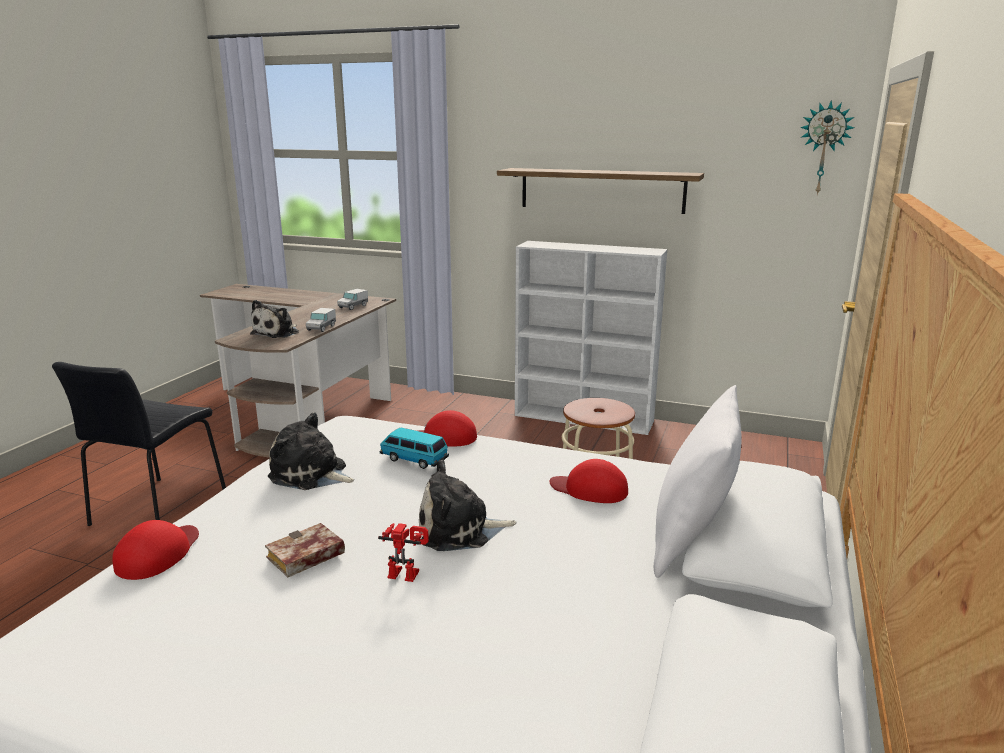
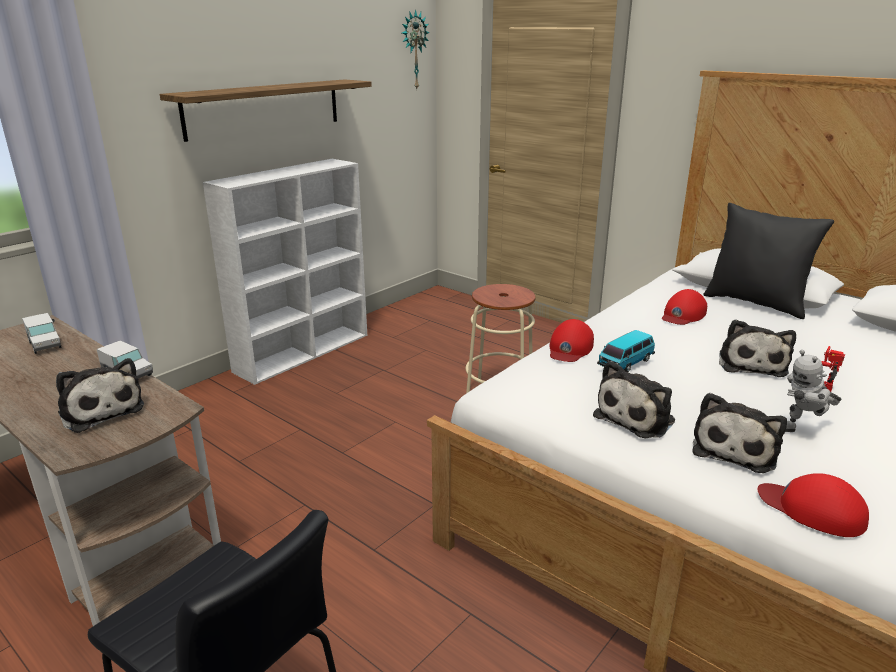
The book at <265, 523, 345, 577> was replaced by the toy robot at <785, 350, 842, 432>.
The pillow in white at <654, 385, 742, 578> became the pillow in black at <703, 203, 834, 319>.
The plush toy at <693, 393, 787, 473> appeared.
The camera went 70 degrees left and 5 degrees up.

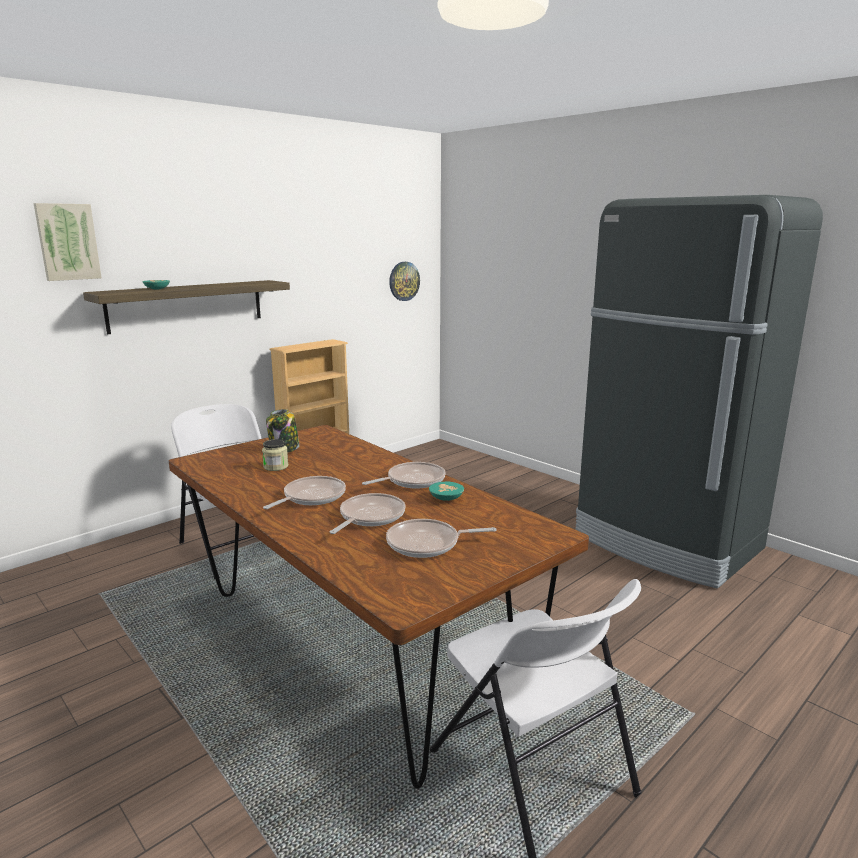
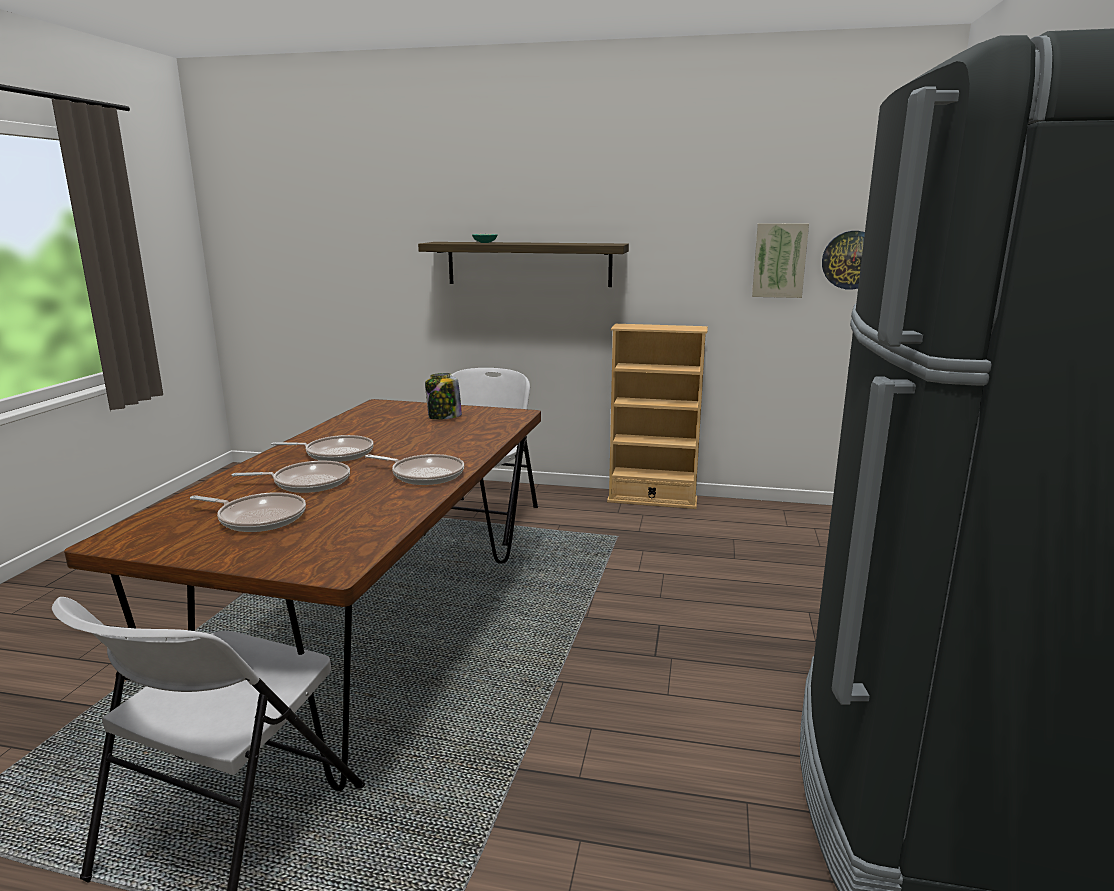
The picture moved from <34, 203, 102, 281> to <752, 223, 809, 298>.
The jar at <262, 439, 288, 471> disappeared.
The frying pan at <386, 519, 496, 558> turned 150 degrees clockwise.
The bowl in turquoise at <429, 482, 464, 501> disappeared.
The camera went 55 degrees right and 0 degrees up.

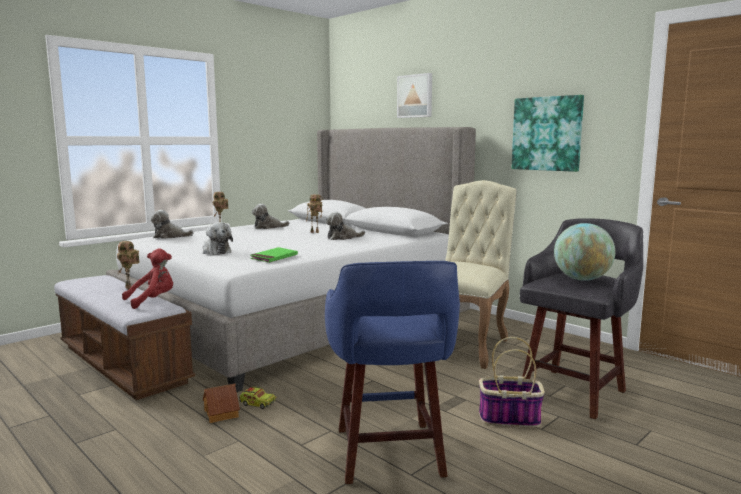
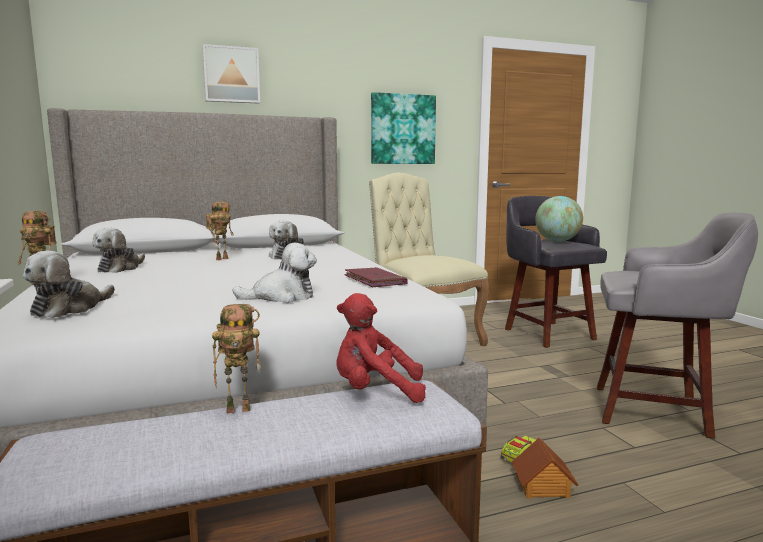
The plush toy in red at <122, 248, 173, 309> turned 75 degrees counterclockwise.
The book in green at <250, 247, 298, 263> became the book in red at <344, 267, 408, 287>.
The stool in blue at <325, 261, 460, 484> became the stool in grey at <597, 213, 758, 438>.
The basket at <479, 337, 545, 428> disappeared.
The camera went 65 degrees left and 0 degrees up.

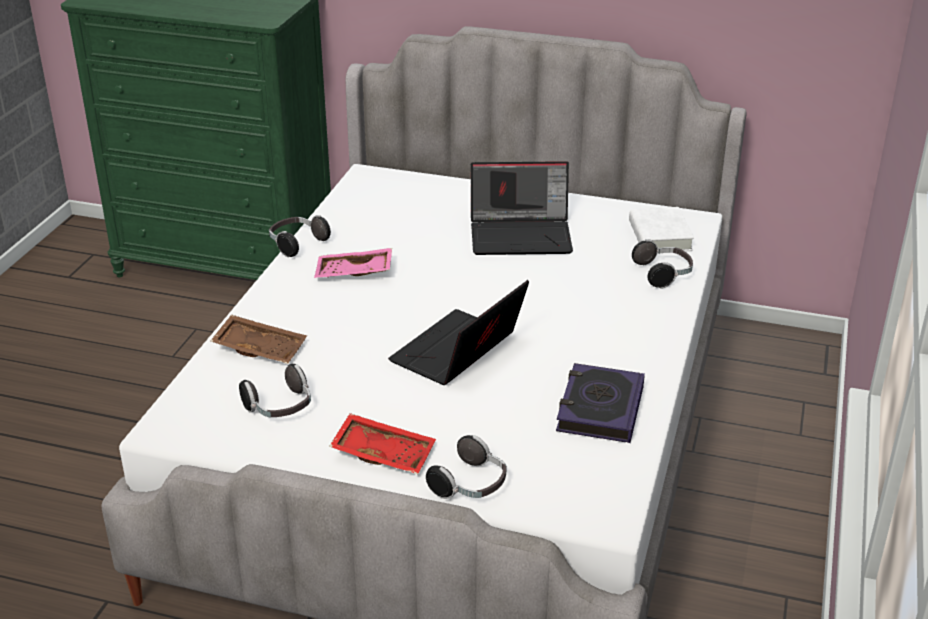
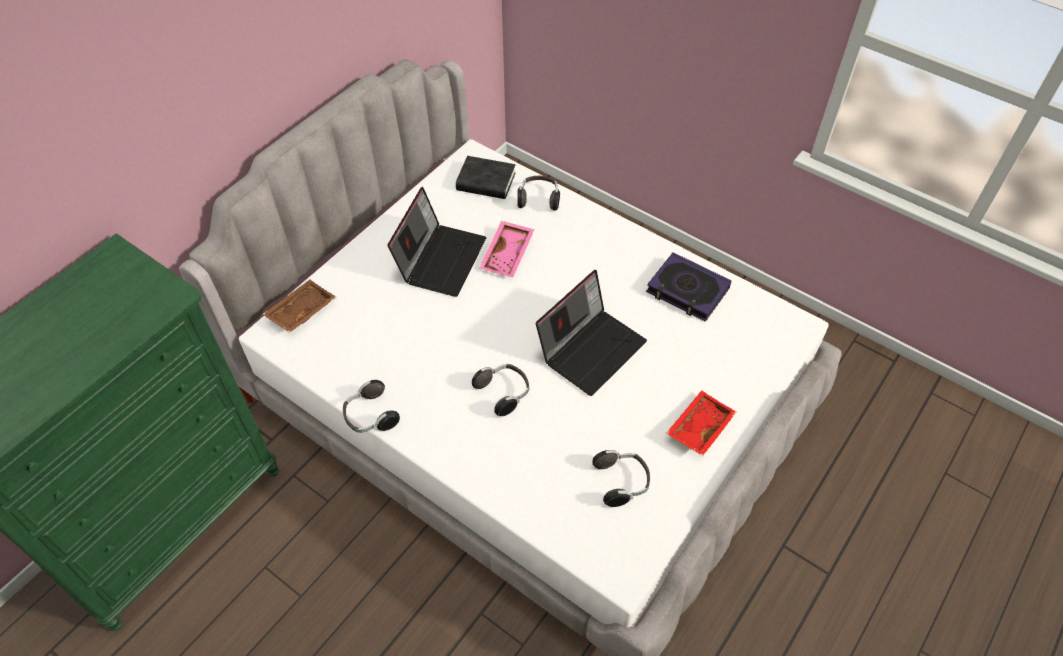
The tray in brown moved from <211, 315, 307, 364> to <263, 280, 336, 333>.
The tray in pink moved from <314, 248, 392, 278> to <479, 221, 535, 277>.
The laptop at <388, 280, 529, 385> turned 105 degrees counterclockwise.
The headphones moved from <426, 435, 507, 499> to <472, 364, 529, 416>.
The book in white at <629, 207, 694, 251> became the book in black at <456, 156, 515, 199>.
The camera went 70 degrees left and 20 degrees up.

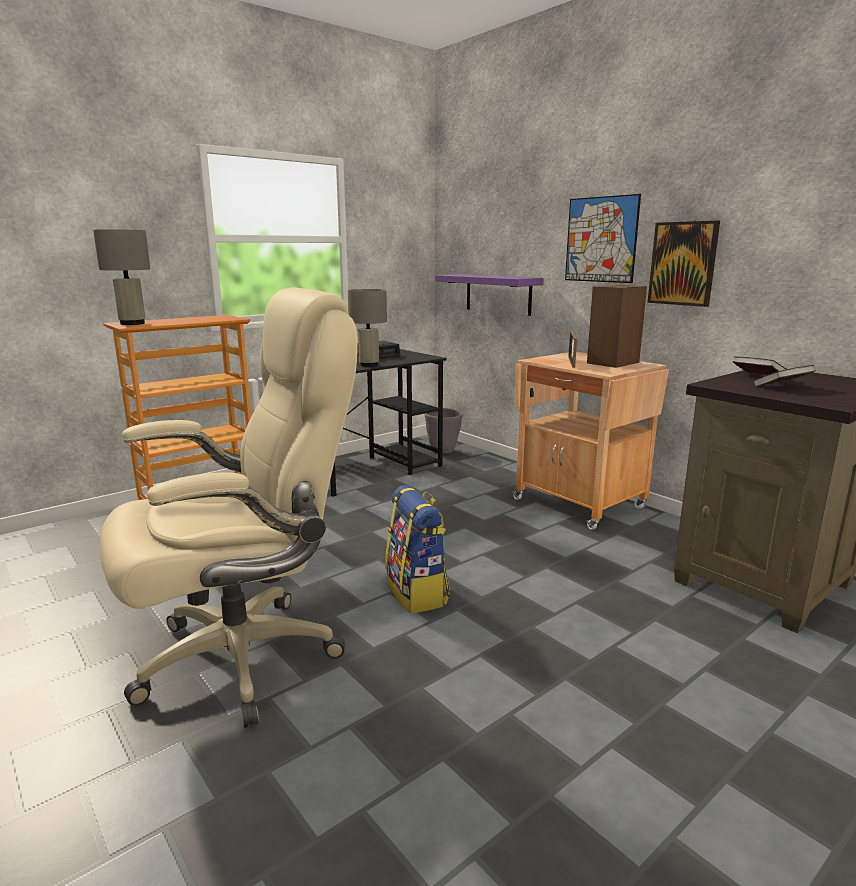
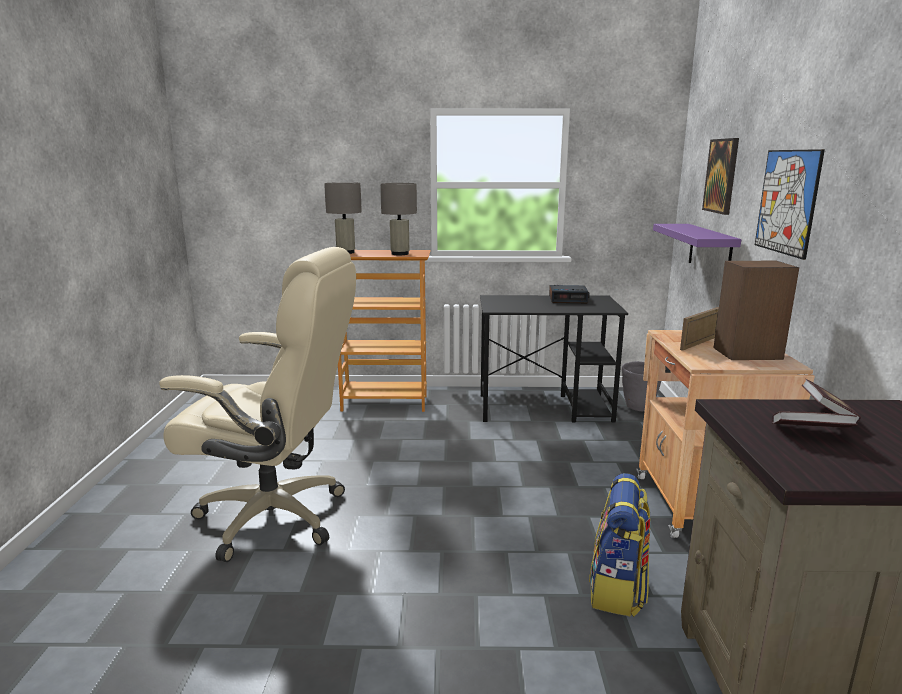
The table lamp in grey moved from <348, 289, 387, 367> to <380, 183, 417, 255>.
The backpack moved from <385, 485, 450, 614> to <589, 473, 651, 617>.
The picture moved from <647, 221, 720, 307> to <702, 138, 739, 215>.
The camera went 40 degrees right and 0 degrees up.

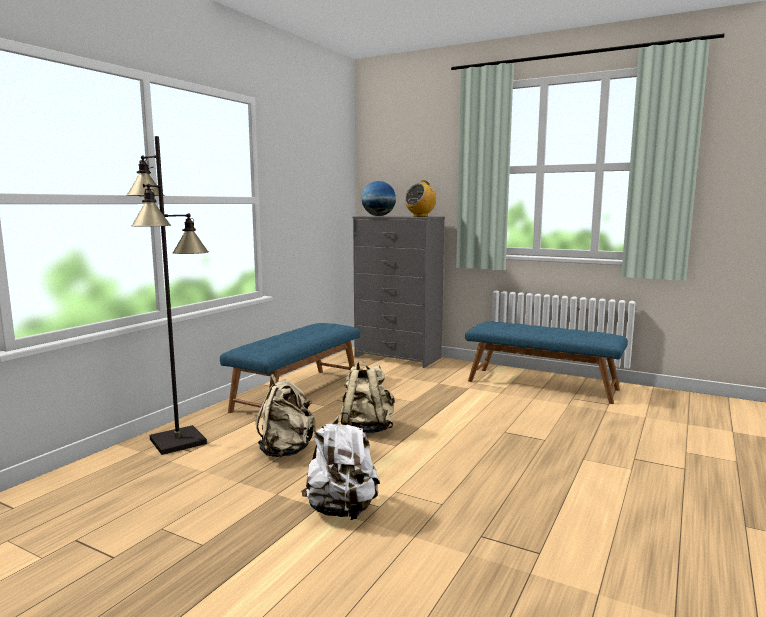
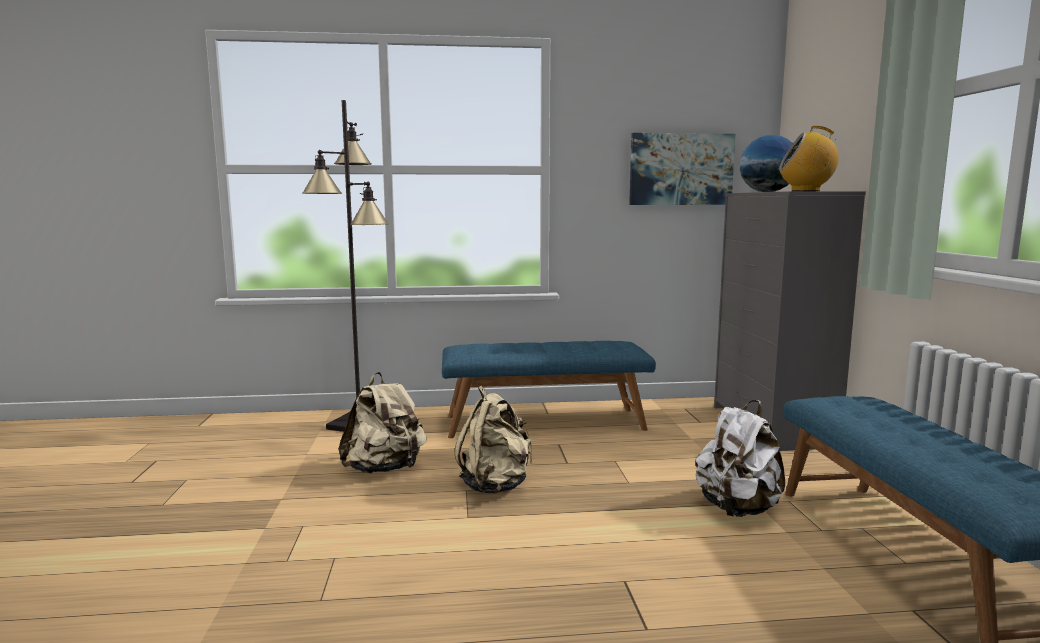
The backpack in white moved from <301, 412, 380, 520> to <695, 400, 785, 517>.
The picture at <629, 133, 735, 205> appeared.
The camera went 55 degrees right and 0 degrees up.

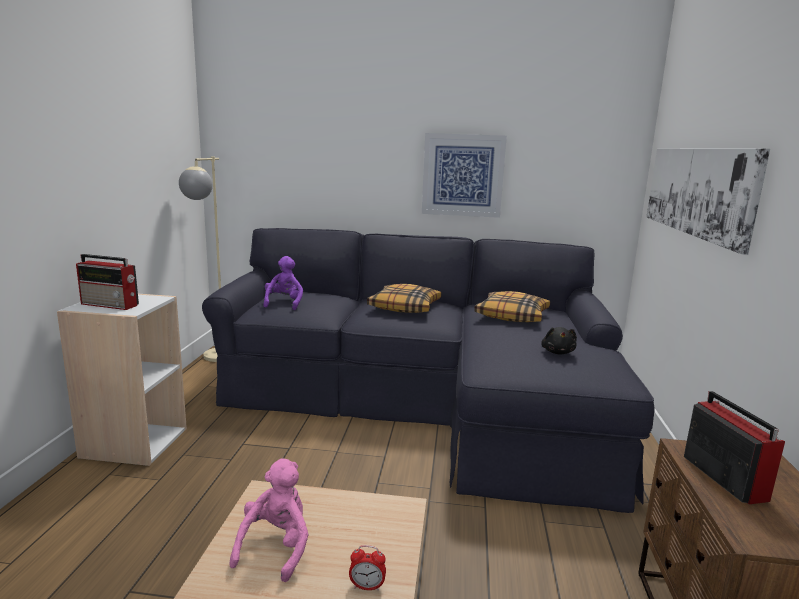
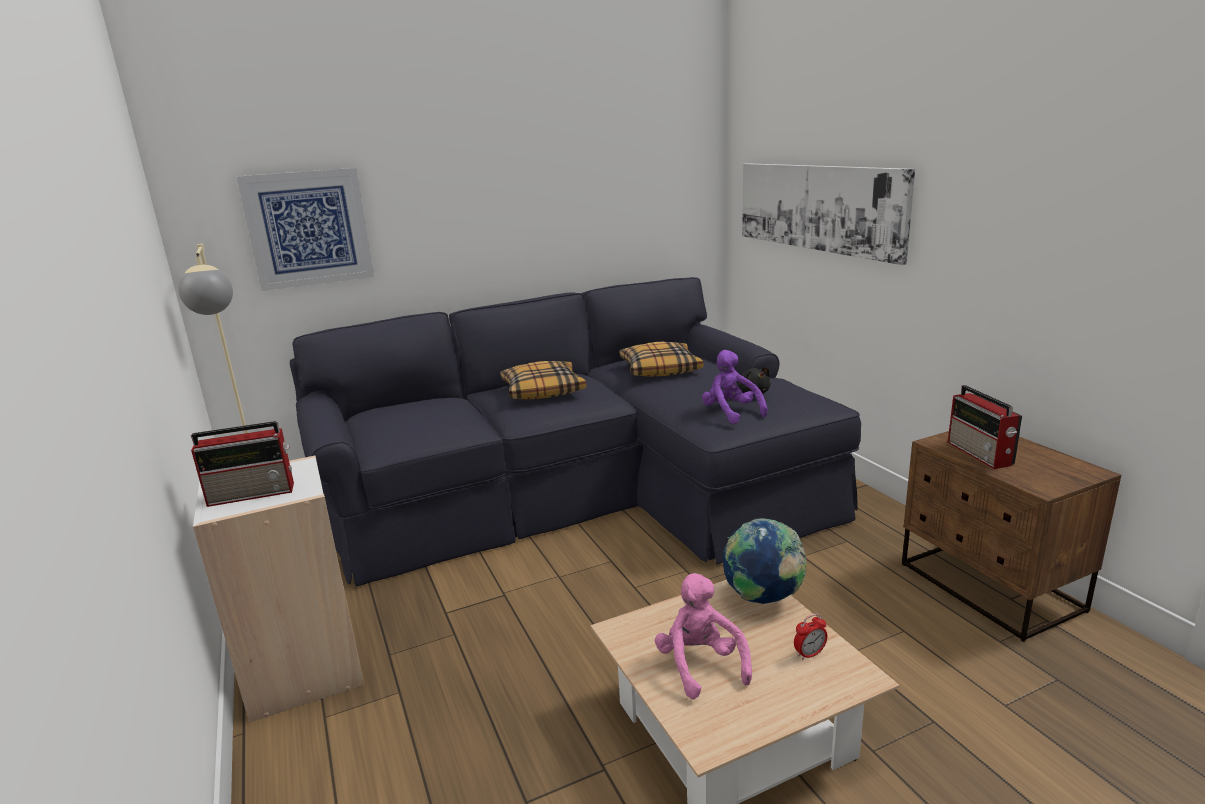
The plush toy in purple moved from <263, 256, 303, 310> to <702, 350, 768, 424>.
The picture moved from <422, 133, 507, 218> to <237, 168, 374, 291>.
The radio at <684, 391, 785, 504> turned 150 degrees counterclockwise.
The globe at <722, 518, 807, 604> appeared.
The camera went 30 degrees left and 5 degrees up.

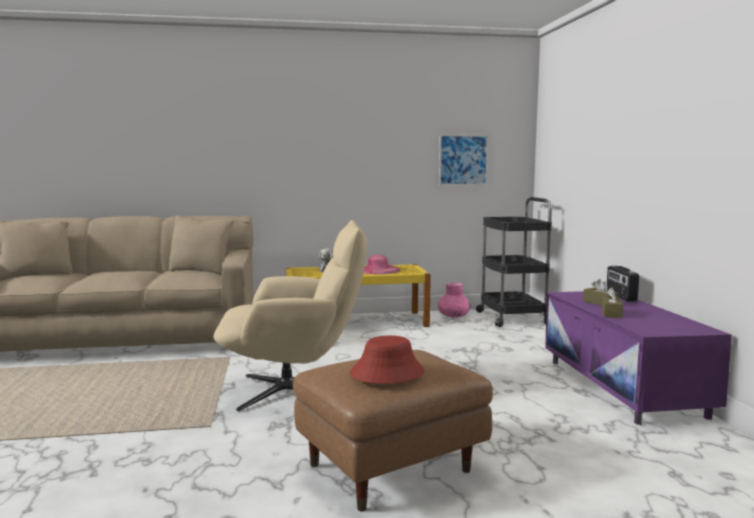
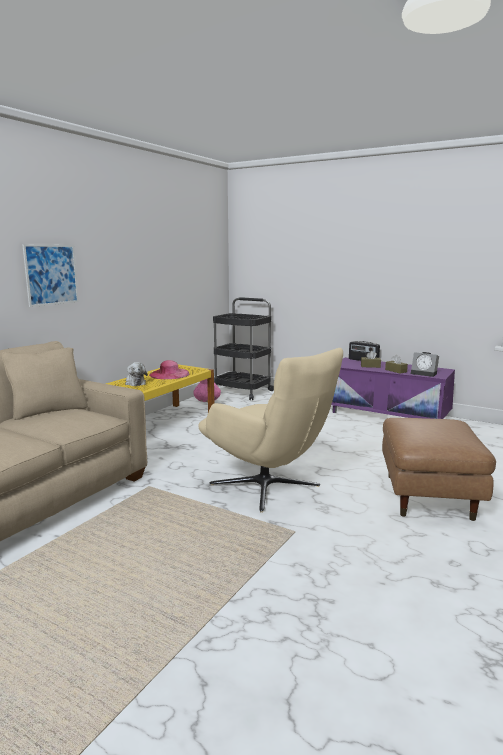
The armchair in beige at <214, 220, 367, 412> turned 105 degrees clockwise.
The hat in red at <350, 335, 424, 384> disappeared.
The picture moved from <439, 134, 489, 186> to <22, 244, 79, 307>.
The alarm clock at <411, 352, 439, 377> appeared.
The camera went 50 degrees left and 5 degrees up.

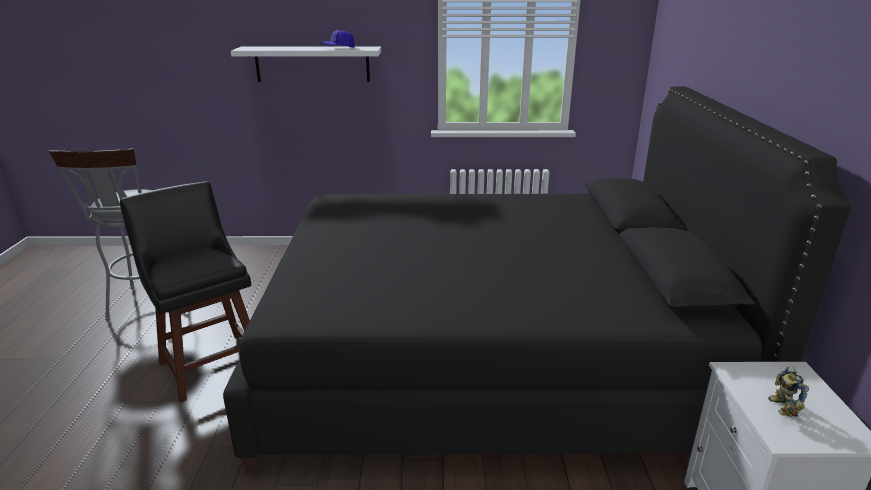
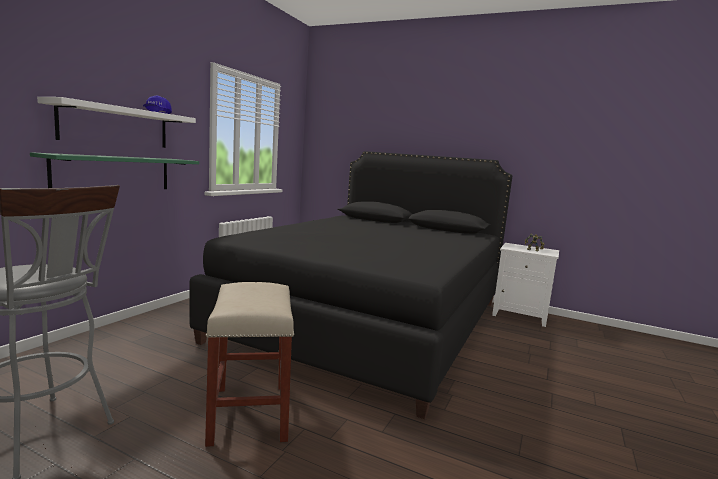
The chair in black at <120, 181, 251, 403> was replaced by the stool in beige at <205, 282, 294, 447>.
The shelf in green at <30, 152, 199, 189> appeared.
The camera went 65 degrees left and 15 degrees down.

